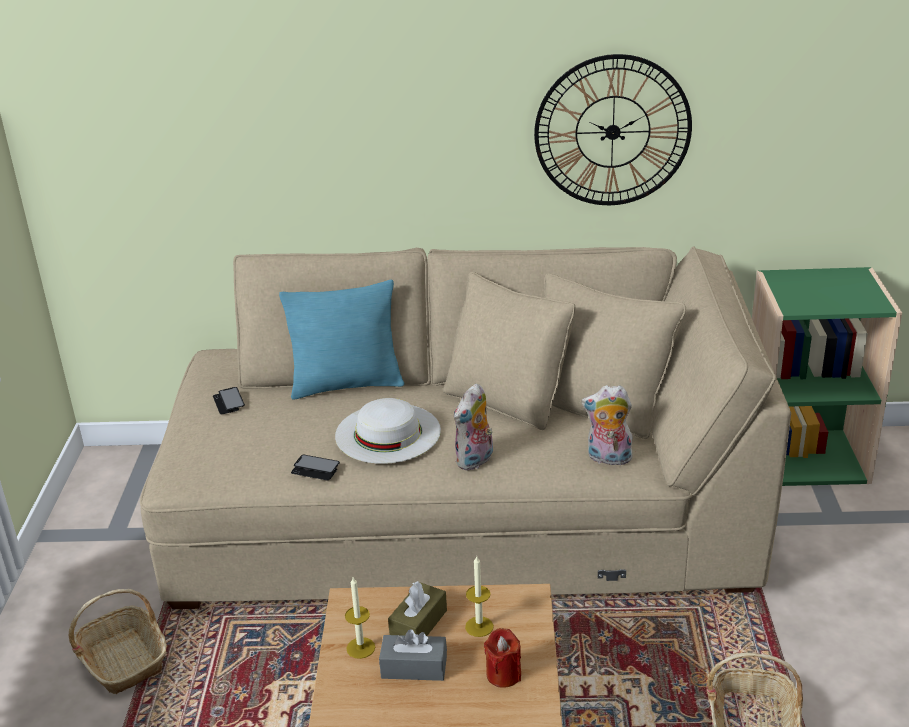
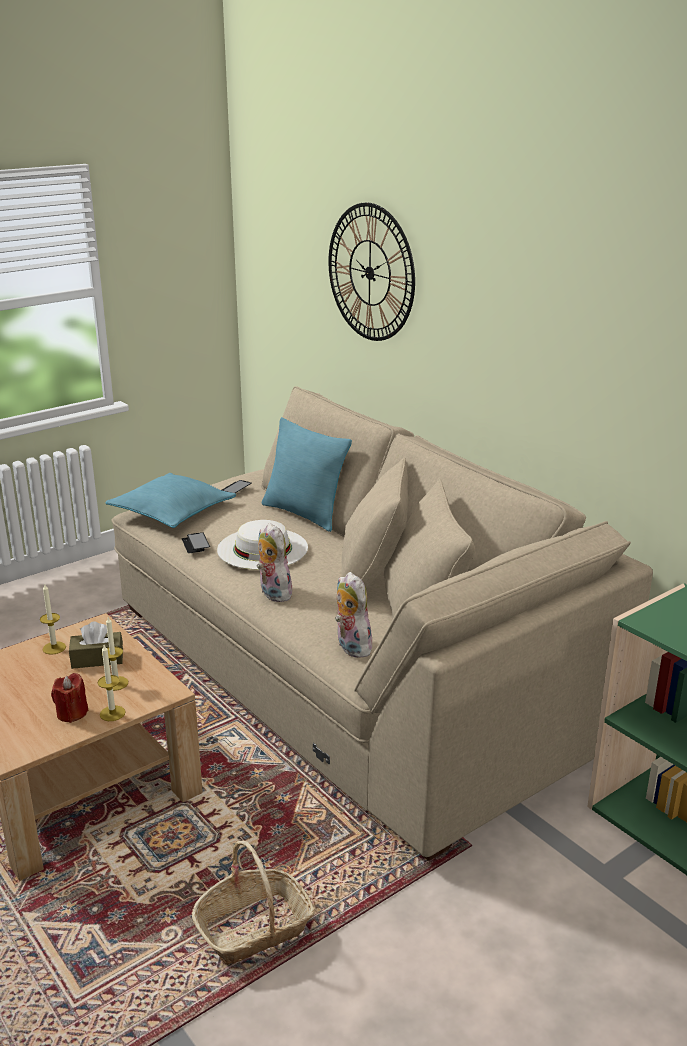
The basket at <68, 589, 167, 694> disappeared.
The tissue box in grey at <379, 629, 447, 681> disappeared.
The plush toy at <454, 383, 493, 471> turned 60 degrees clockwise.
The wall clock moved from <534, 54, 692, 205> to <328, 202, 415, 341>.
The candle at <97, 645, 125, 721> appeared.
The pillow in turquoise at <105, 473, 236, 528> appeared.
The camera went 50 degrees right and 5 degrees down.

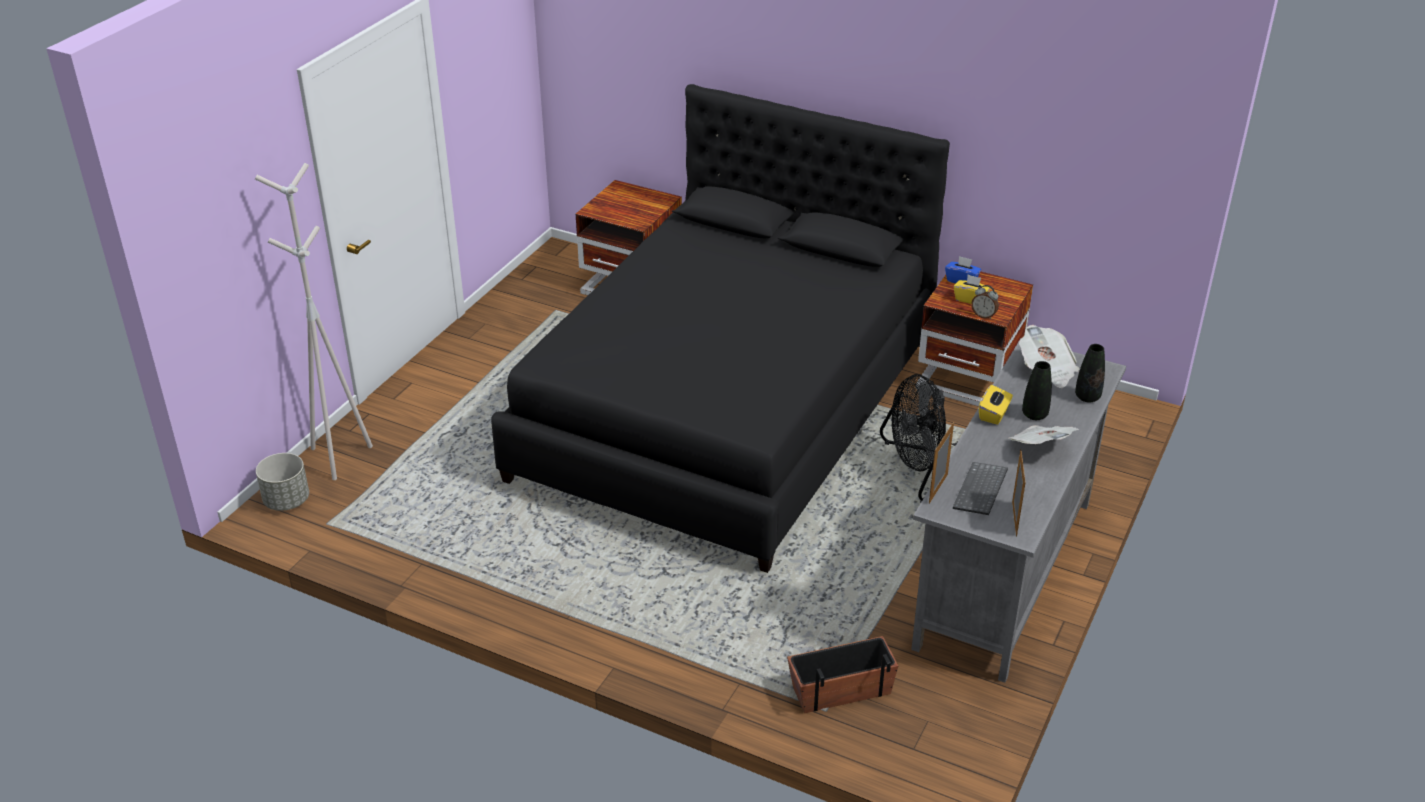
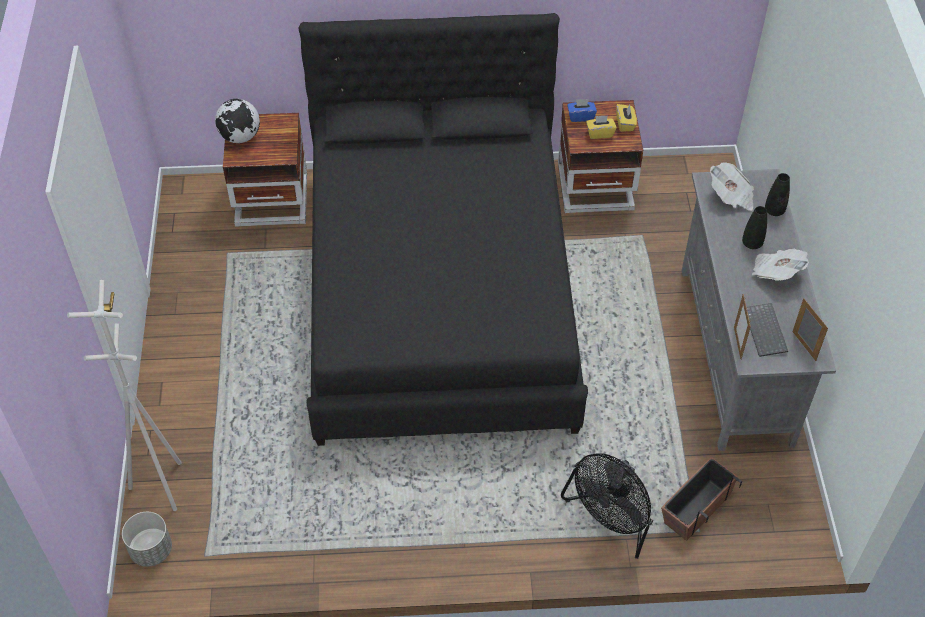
The fan in black moved from <880, 374, 958, 503> to <561, 453, 653, 559>.
The alarm clock at <971, 285, 999, 319> disappeared.
The tissue box in yellow moved from <979, 385, 1013, 425> to <616, 104, 637, 132>.
The globe at <215, 99, 260, 143> appeared.
The camera went 30 degrees left and 15 degrees up.

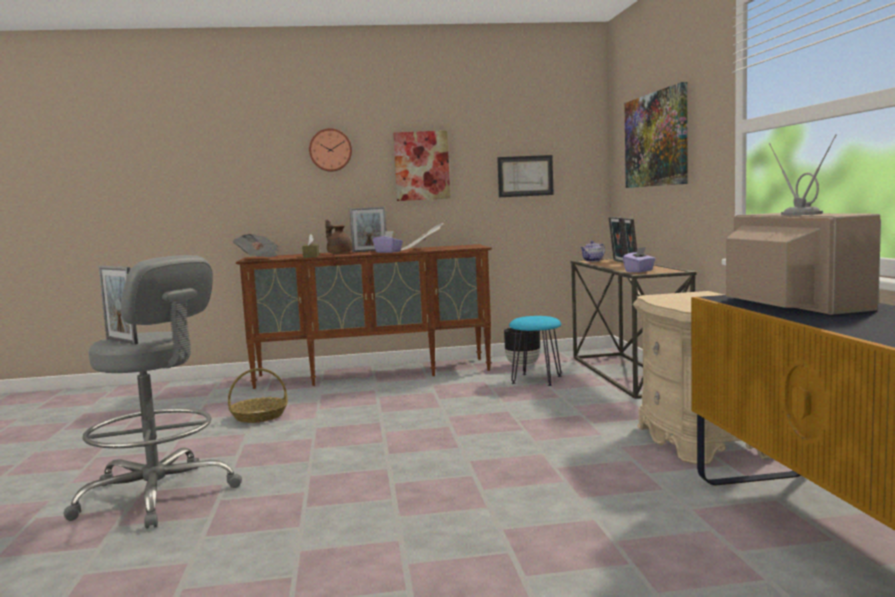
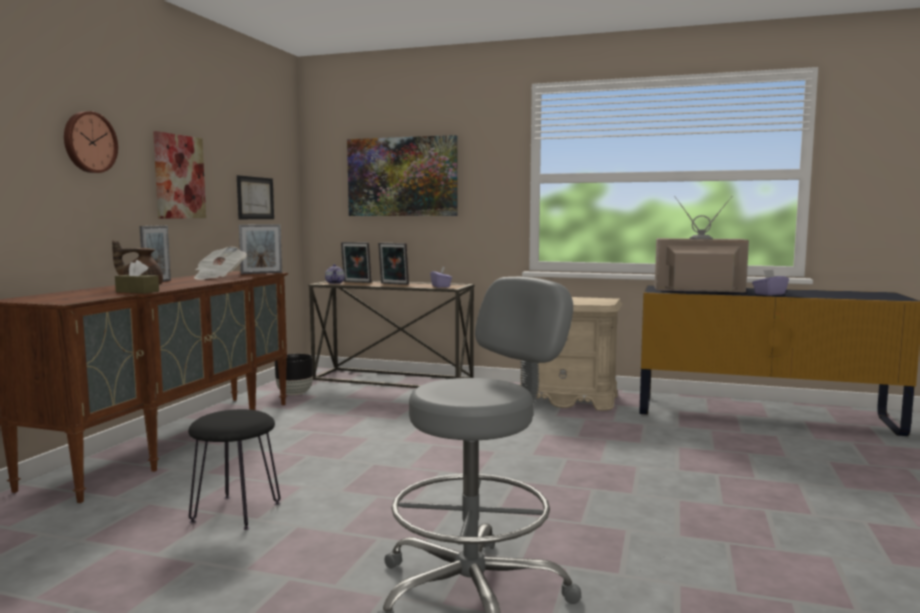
The picture frame moved from <98, 266, 138, 345> to <239, 224, 282, 274>.
The basket at <228, 368, 288, 423> was replaced by the stool in black at <188, 409, 281, 530>.
The newspaper at <233, 234, 279, 257> disappeared.
The tissue box in purple moved from <373, 231, 403, 253> to <752, 270, 789, 296>.
The stool in turquoise at <509, 316, 561, 386> disappeared.
The camera went 65 degrees left and 0 degrees up.

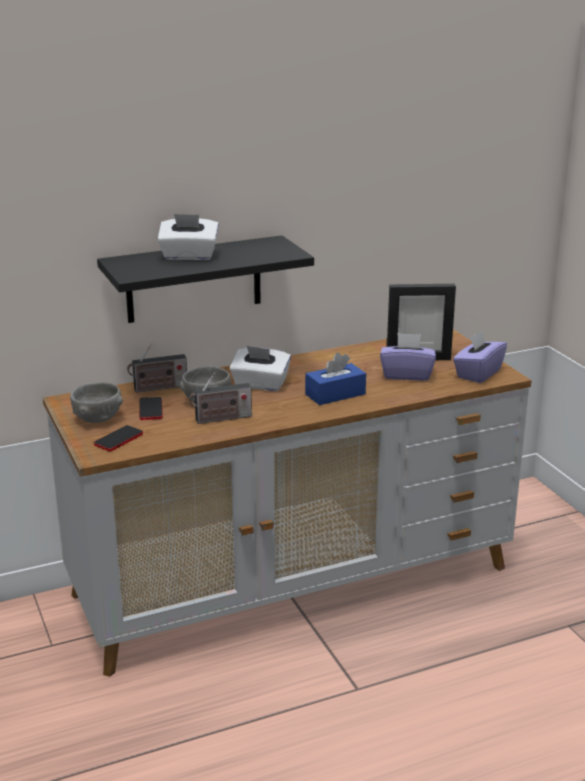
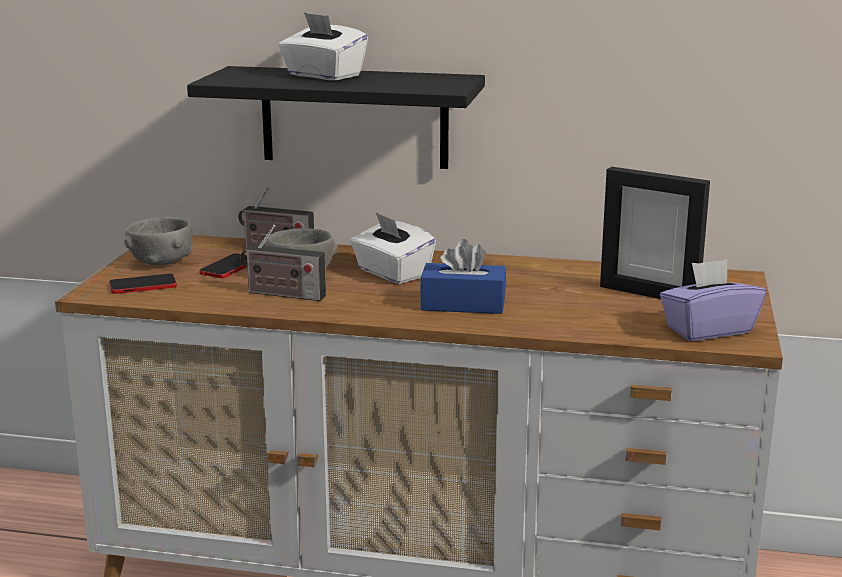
The tissue box in purple at <380, 333, 436, 381> disappeared.
The camera went 35 degrees right and 5 degrees down.

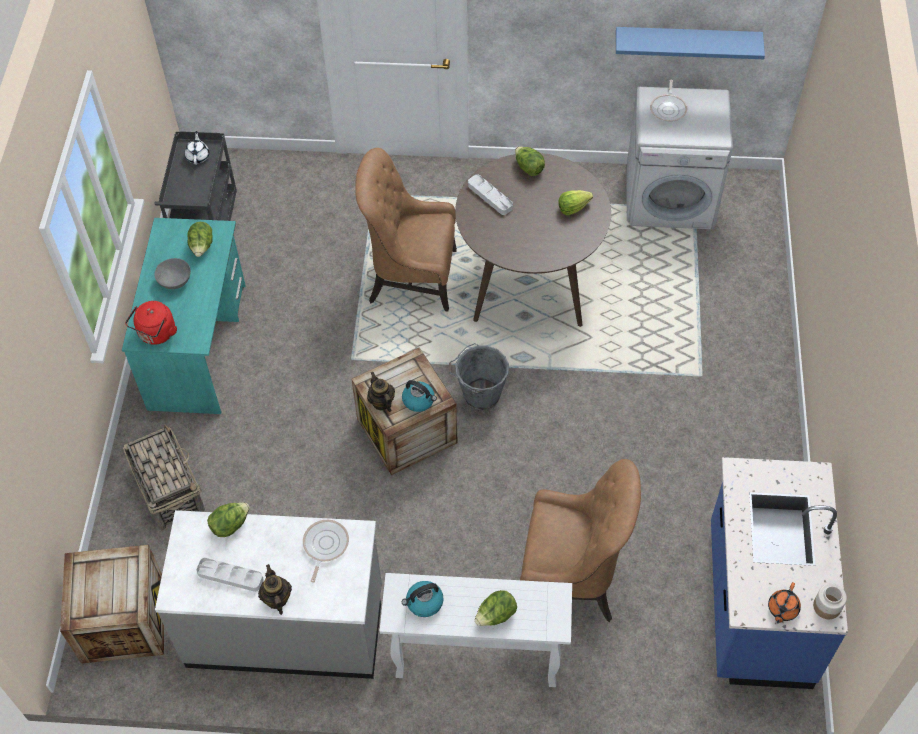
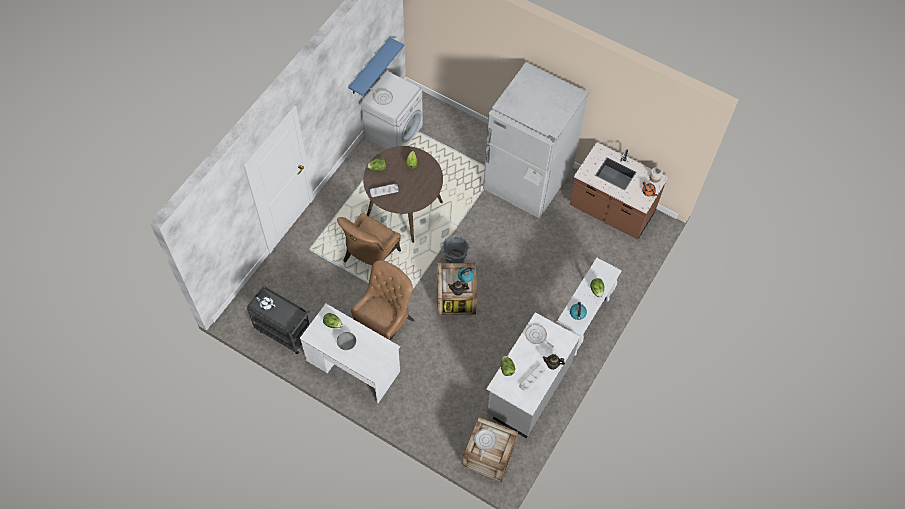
The desk in turquoise at <122, 218, 246, 414> became the desk in white at <299, 304, 400, 403>.
The basket at <123, 425, 205, 531> disappeared.
The kettle in red at <125, 301, 177, 345> disappeared.
The chair in brown moved from <520, 459, 641, 622> to <351, 260, 414, 341>.
The counter in blue at <711, 457, 848, 689> became the counter in brown at <570, 142, 668, 240>.
The frying pan at <475, 429, 497, 461> appeared.
The fridge in white at <483, 62, 589, 218> appeared.
The camera went 65 degrees left and 5 degrees up.

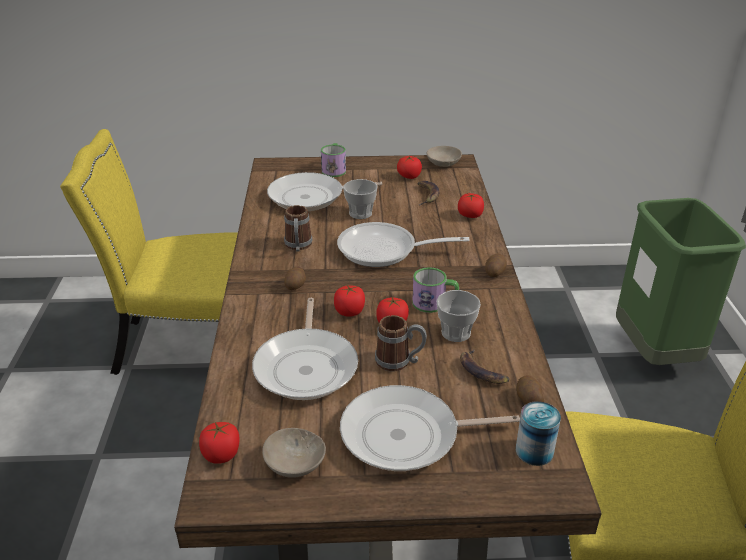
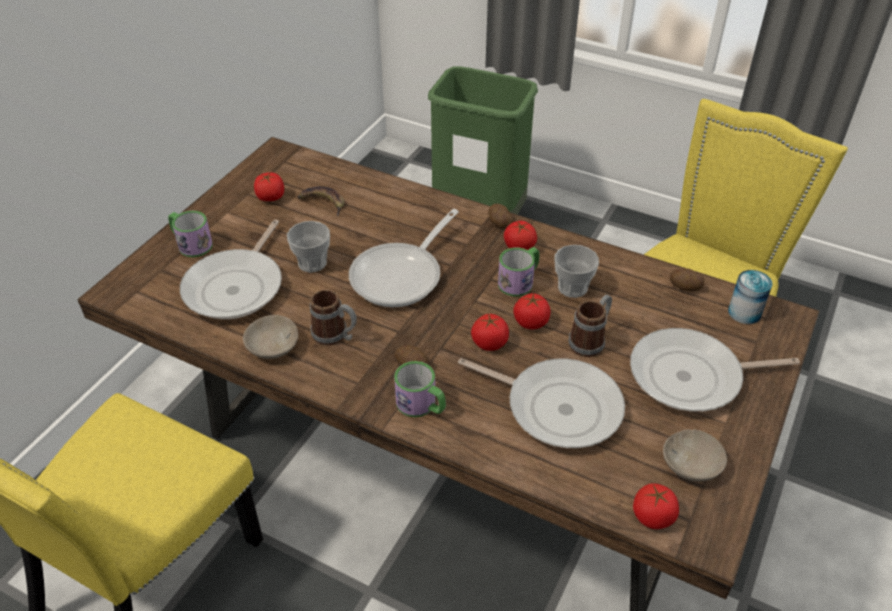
The frying pan at <340, 385, 520, 471> turned 60 degrees clockwise.
The bowl in beige moved from <426, 146, 462, 167> to <243, 315, 298, 359>.
The tomato moved from <458, 193, 484, 218> to <504, 221, 537, 250>.
The banana at <460, 349, 510, 384> disappeared.
The mug at <394, 361, 446, 417> appeared.
The camera went 60 degrees left and 10 degrees up.

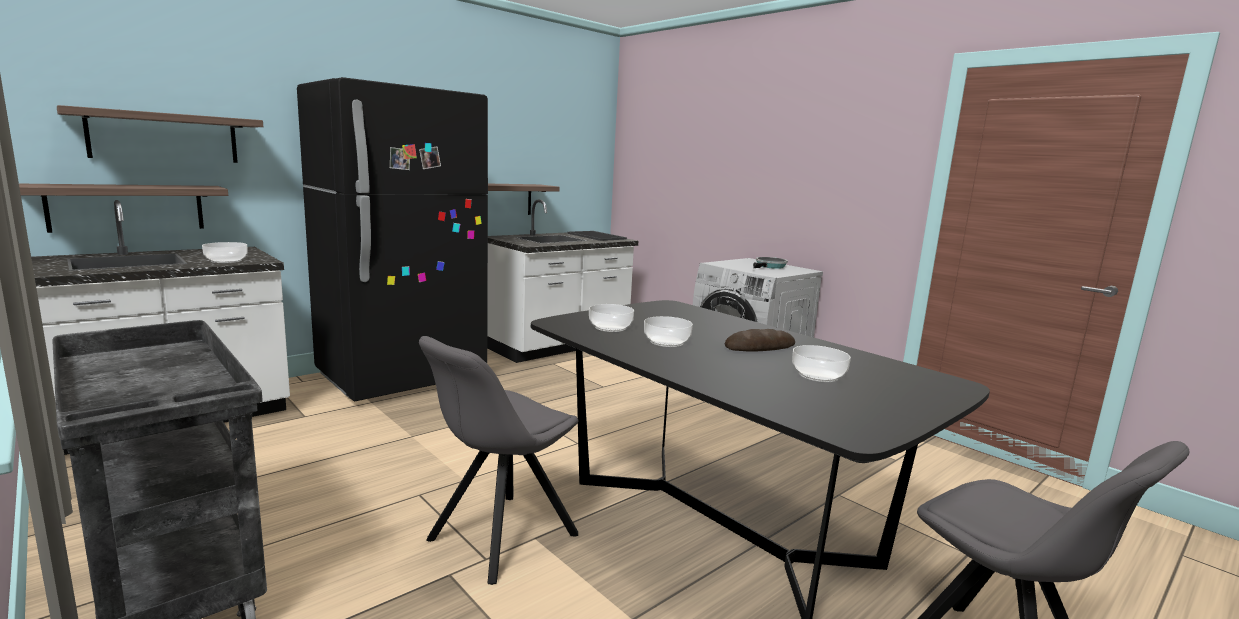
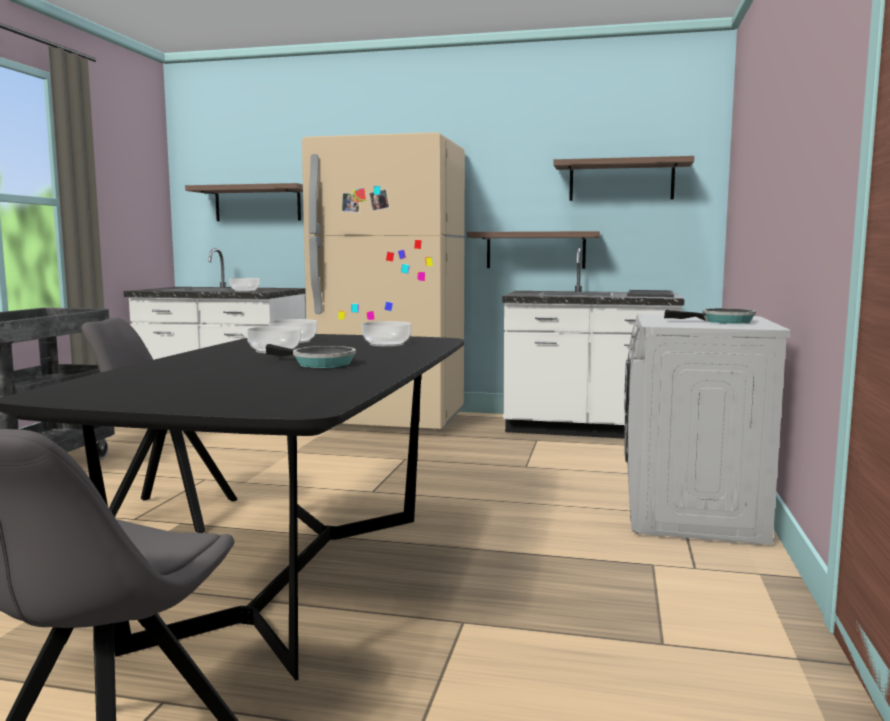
The shelf moved from <19, 184, 228, 233> to <553, 156, 694, 201>.
The fridge in black at <297, 77, 488, 402> became the fridge in beige at <302, 132, 465, 430>.
The bread at <725, 329, 795, 352> was replaced by the frying pan at <266, 344, 356, 368>.
The bowl moved from <792, 345, 851, 382> to <362, 321, 411, 347>.
The camera went 55 degrees right and 5 degrees down.

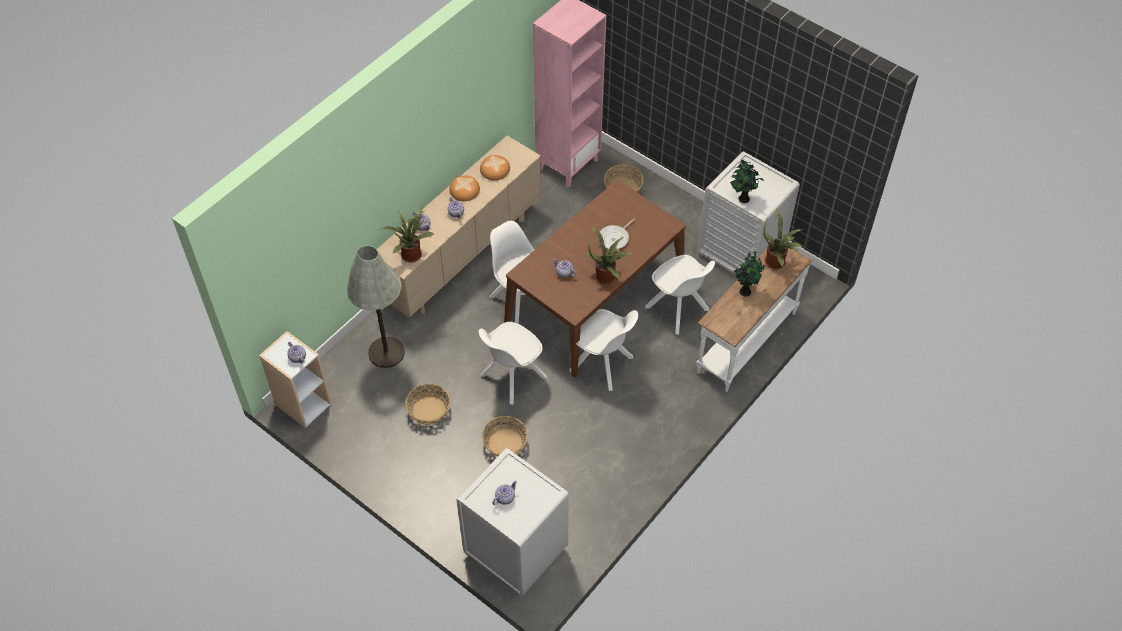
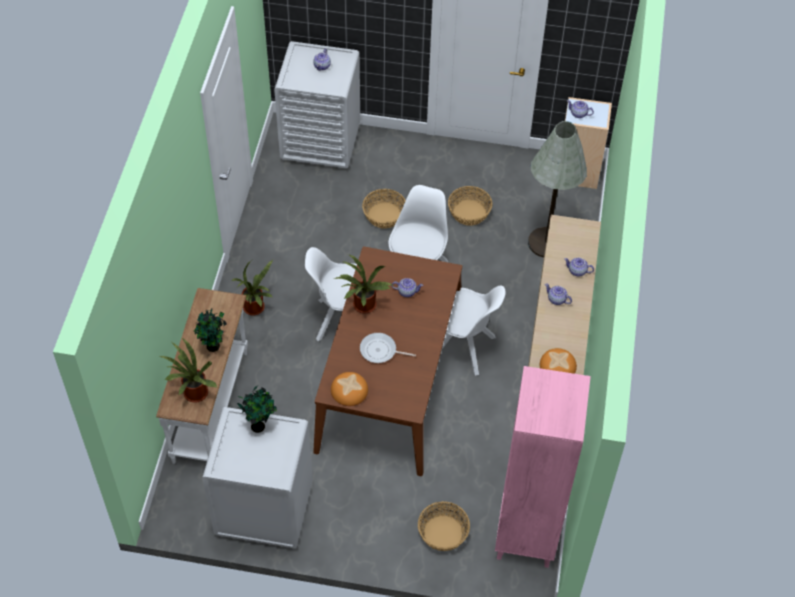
The potted plant moved from <379, 208, 434, 263> to <232, 259, 274, 316>.
The bread moved from <449, 175, 480, 201> to <331, 372, 368, 406>.
The frying pan at <598, 218, 635, 249> turned 90 degrees counterclockwise.
The chair in white at <645, 255, 715, 335> disappeared.
The camera went 150 degrees right and 0 degrees up.

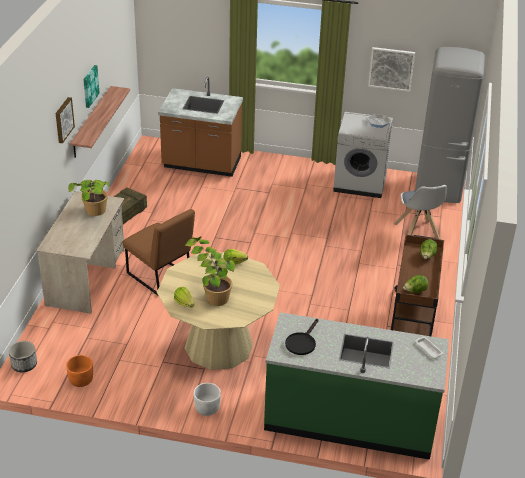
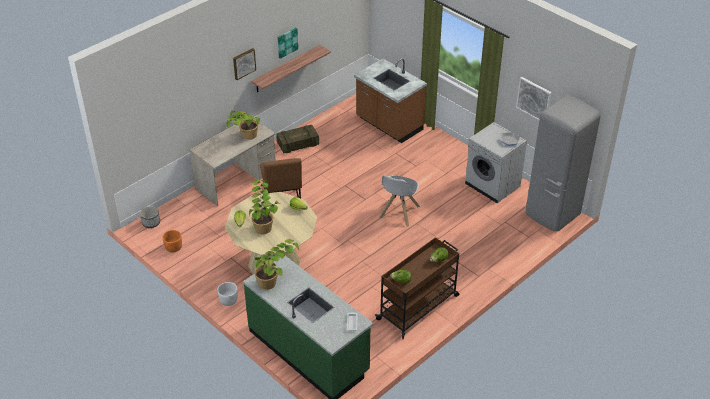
The frying pan in black at <285, 319, 319, 355> was replaced by the potted plant at <254, 239, 300, 290>.
The chair moved from <394, 185, 447, 240> to <379, 175, 420, 227>.
The camera went 35 degrees right and 5 degrees up.

